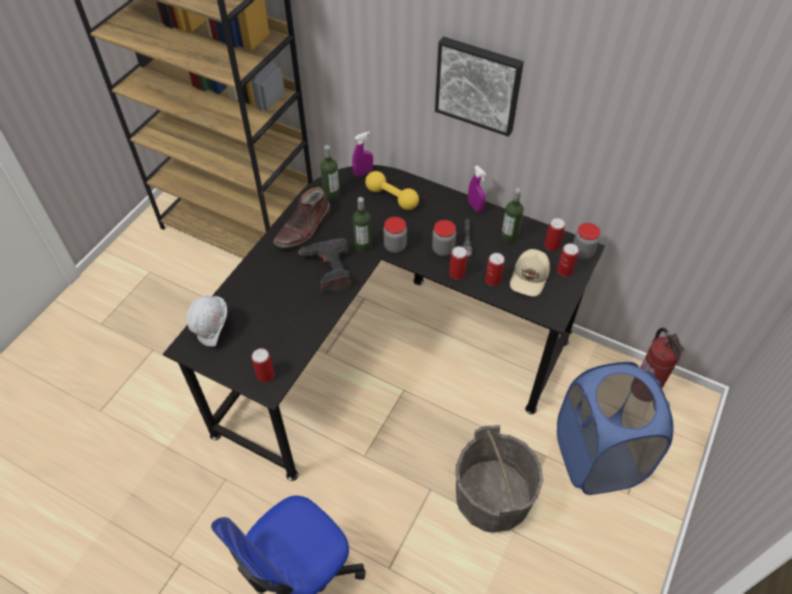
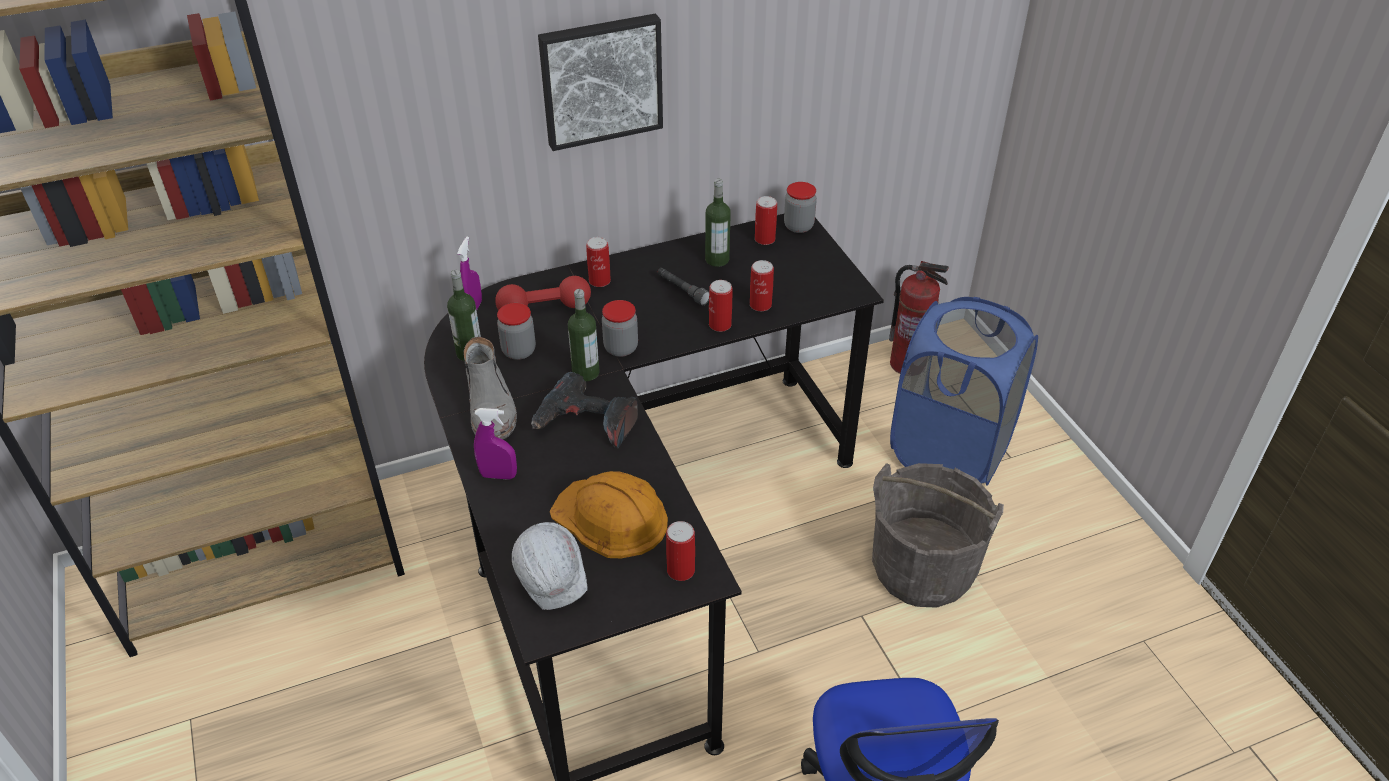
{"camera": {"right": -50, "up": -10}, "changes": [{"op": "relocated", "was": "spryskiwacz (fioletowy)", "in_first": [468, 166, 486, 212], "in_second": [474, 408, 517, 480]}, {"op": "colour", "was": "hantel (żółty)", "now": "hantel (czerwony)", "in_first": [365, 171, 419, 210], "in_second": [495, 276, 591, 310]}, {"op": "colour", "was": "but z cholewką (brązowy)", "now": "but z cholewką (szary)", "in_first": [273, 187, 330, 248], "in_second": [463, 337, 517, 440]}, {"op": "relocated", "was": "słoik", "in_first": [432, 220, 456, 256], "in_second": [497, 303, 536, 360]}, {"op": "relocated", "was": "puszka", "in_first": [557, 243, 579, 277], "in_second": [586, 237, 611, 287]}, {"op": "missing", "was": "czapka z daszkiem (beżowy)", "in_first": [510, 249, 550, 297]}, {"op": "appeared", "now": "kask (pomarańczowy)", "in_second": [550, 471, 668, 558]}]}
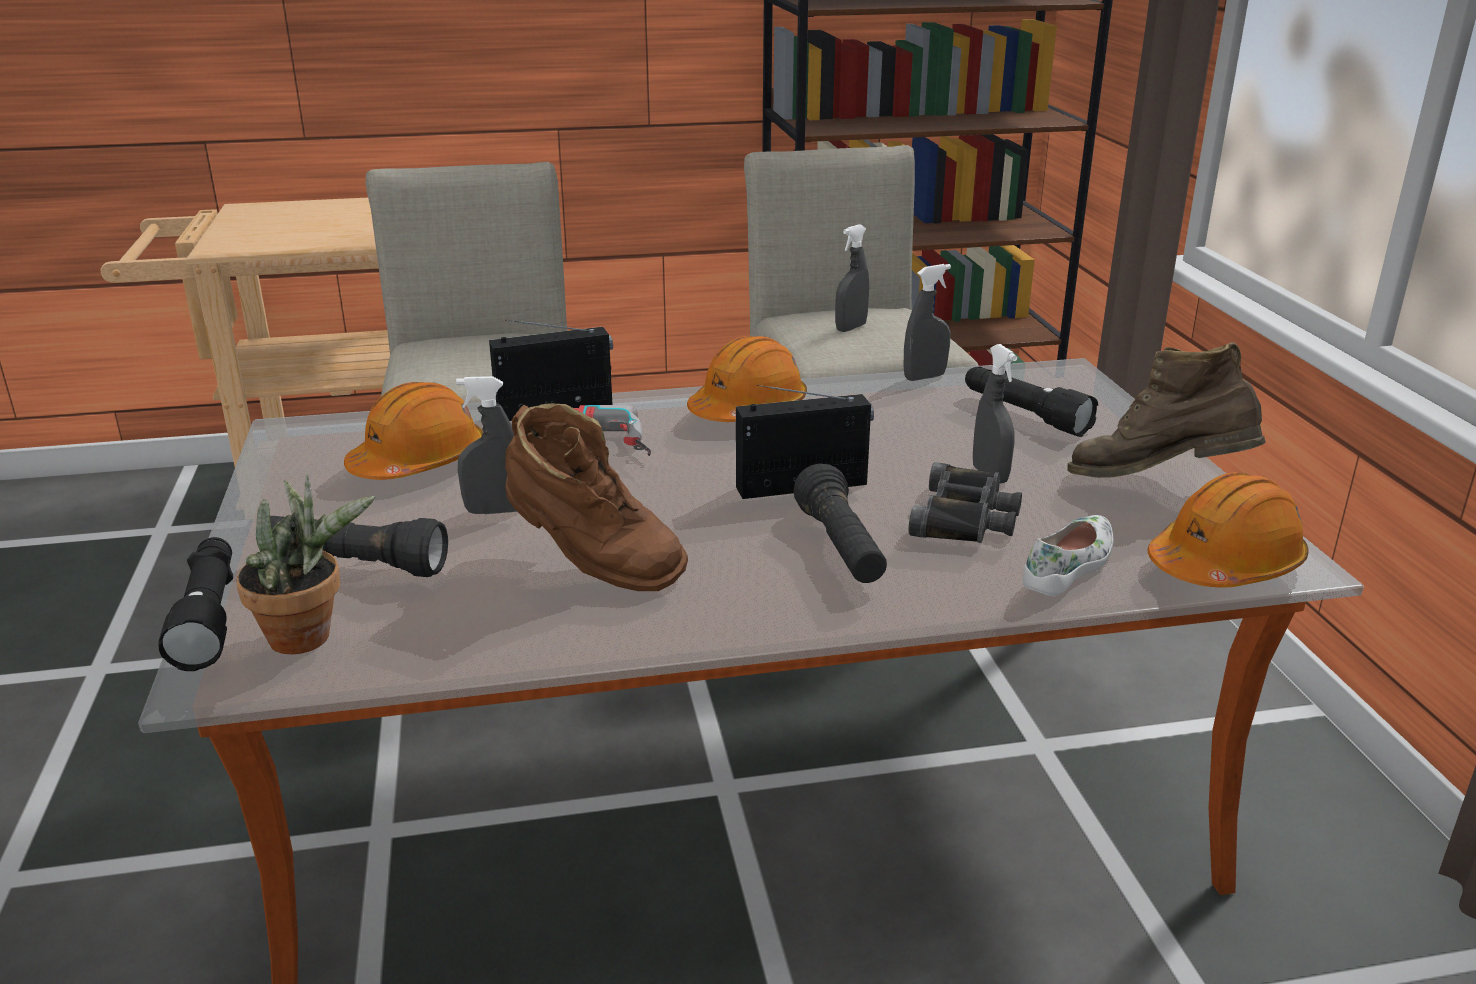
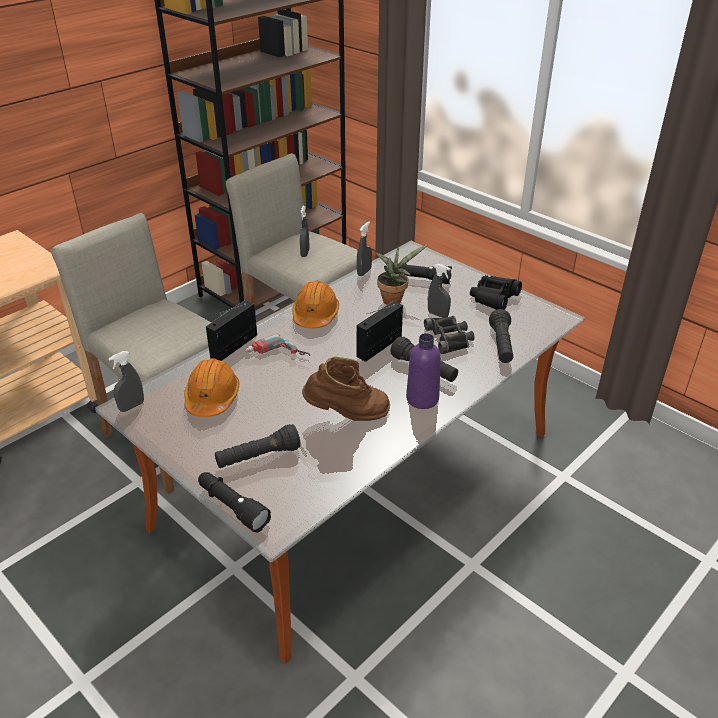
{"camera": {"right": -35, "up": 10}, "changes": [{"op": "exchanged", "was": "but z cholewką (brązowy)", "now": "lornetka (czarny)", "in_first": [1067, 342, 1266, 478], "in_second": [470, 275, 522, 310]}, {"op": "relocated", "was": "spryskiwacz (szary)", "in_first": [456, 376, 517, 514], "in_second": [108, 351, 144, 412]}, {"op": "missing", "was": "kask (pomarańczowy)", "in_first": [1148, 472, 1309, 587]}, {"op": "relocated", "was": "roślina doniczkowa", "in_first": [236, 474, 375, 654], "in_second": [375, 245, 427, 305]}, {"op": "exchanged", "was": "but (biały)", "now": "latarka (czarny)", "in_first": [1023, 515, 1113, 596], "in_second": [489, 309, 513, 363]}, {"op": "appeared", "now": "butelka (fioletowy)", "in_second": [406, 333, 441, 409]}]}
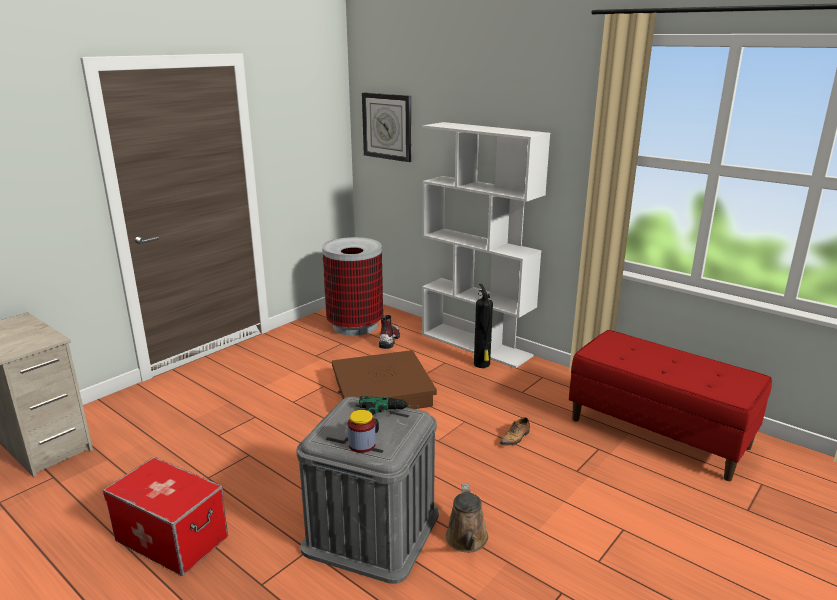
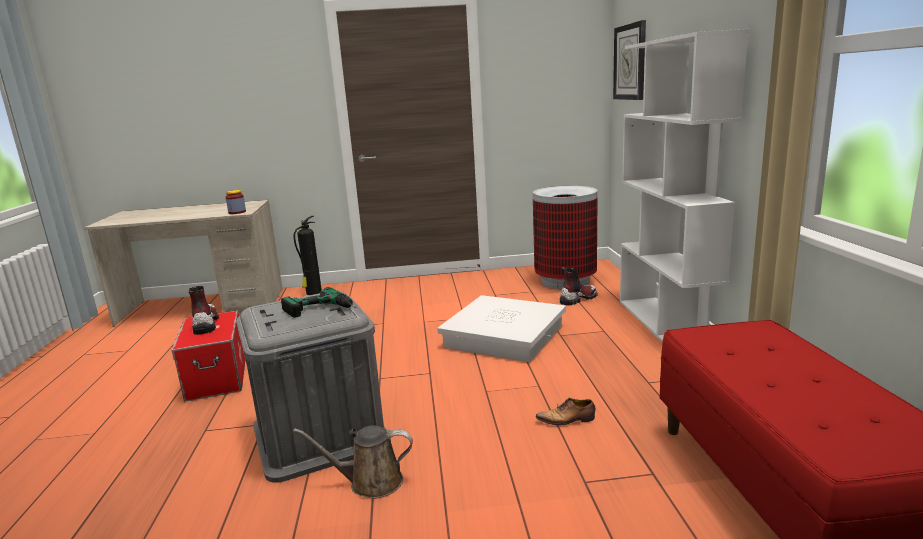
{"camera": {"right": 45, "up": -5}, "changes": [{"op": "relocated", "was": "gaśnica", "in_first": [474, 284, 493, 368], "in_second": [293, 216, 322, 295]}, {"op": "colour", "was": "pojemnik do przechowywania (brązowy)", "now": "pojemnik do przechowywania (biały)", "in_first": [332, 350, 437, 409], "in_second": [438, 295, 566, 363]}, {"op": "relocated", "was": "słoik", "in_first": [348, 410, 376, 453], "in_second": [226, 190, 246, 214]}, {"op": "spun", "was": "konewka (brązowy)", "in_first": [446, 484, 488, 552], "in_second": [293, 425, 413, 499], "clockwise": 45}, {"op": "appeared", "now": "but z cholewką", "in_second": [189, 286, 219, 335]}]}
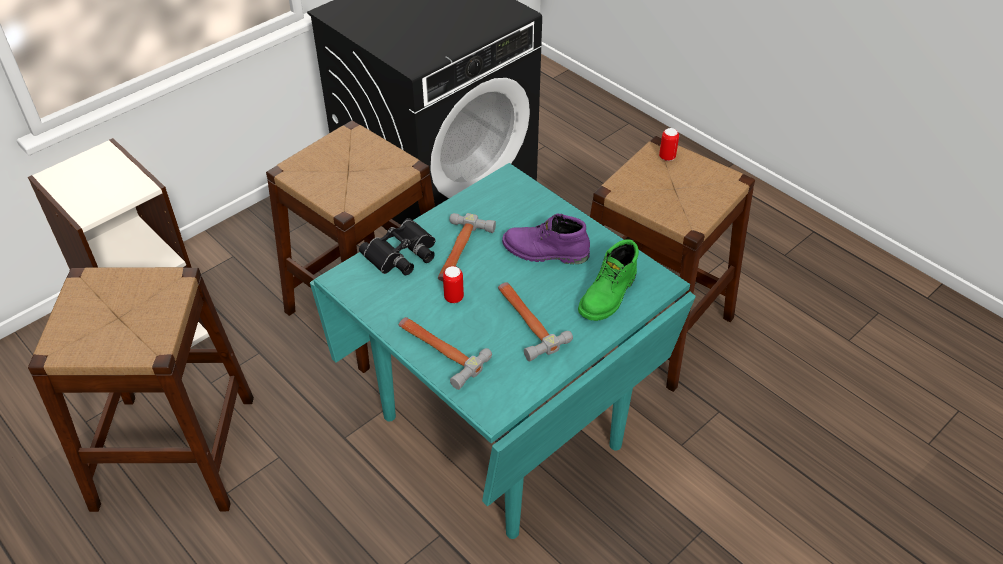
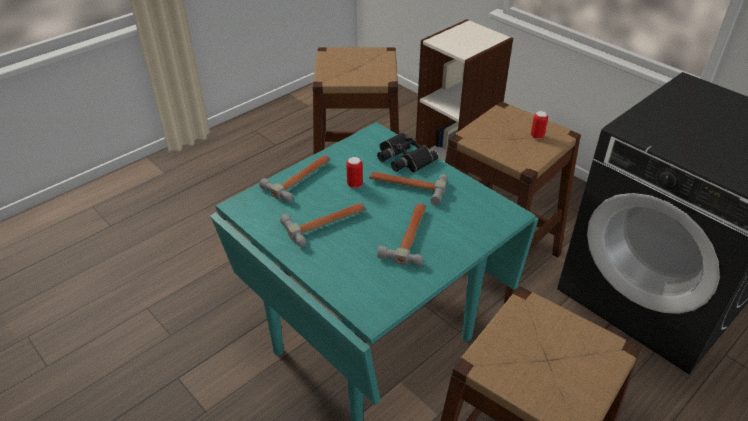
{"camera": {"right": 90, "up": -5}, "changes": [{"op": "relocated", "was": "puszka", "in_first": [659, 128, 679, 161], "in_second": [531, 111, 548, 139]}, {"op": "exchanged", "was": "but z cholewką (fioletowy)", "now": "młotek", "in_first": [502, 214, 590, 264], "in_second": [377, 203, 426, 265]}, {"op": "missing", "was": "but z cholewką (zielony)", "in_first": [578, 239, 639, 321]}]}
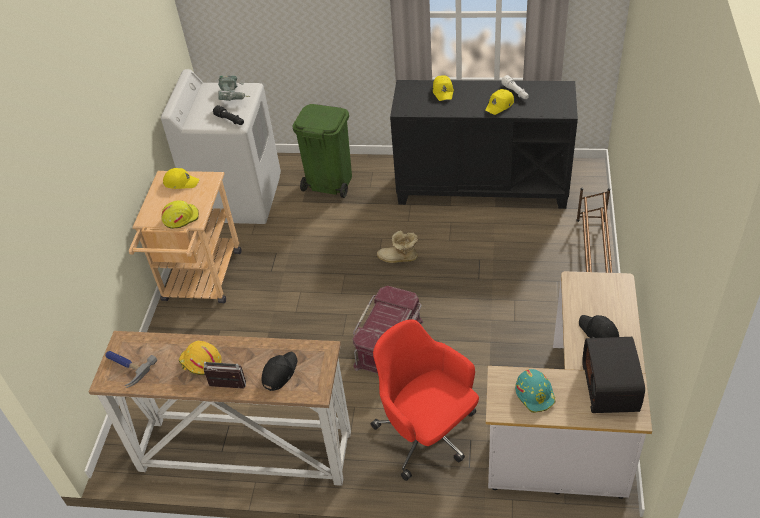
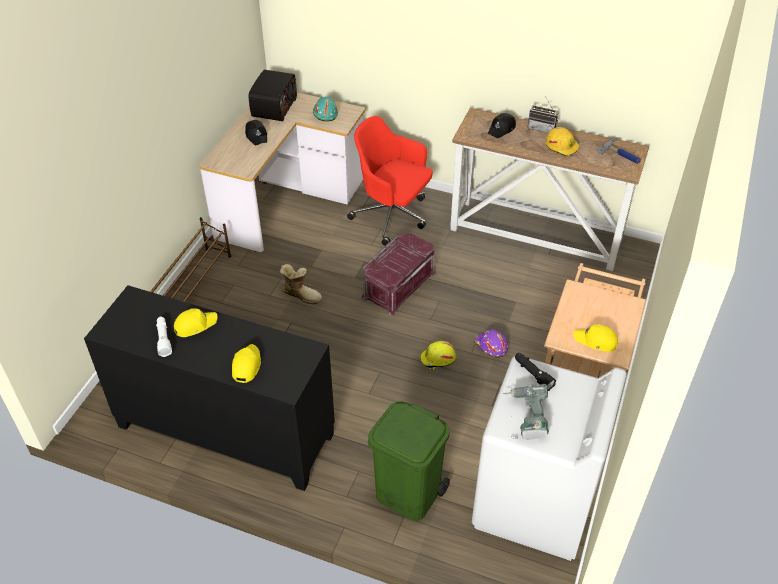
{"camera": {"right": -170, "up": 0}, "changes": [{"op": "relocated", "was": "kask (żółty)", "in_first": [161, 201, 199, 229], "in_second": [420, 341, 456, 370]}, {"op": "relocated", "was": "but z cholewką", "in_first": [377, 231, 418, 263], "in_second": [280, 264, 322, 304]}, {"op": "spun", "was": "krzesło biurowe (czerwony)", "in_first": [370, 319, 479, 481], "in_second": [347, 116, 433, 246], "clockwise": 150}, {"op": "appeared", "now": "kask (fioletowy)", "in_second": [474, 329, 508, 358]}]}
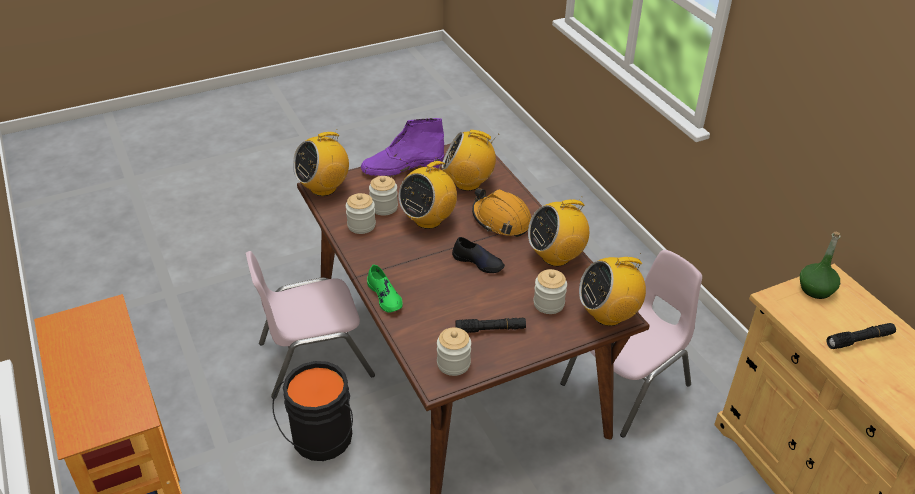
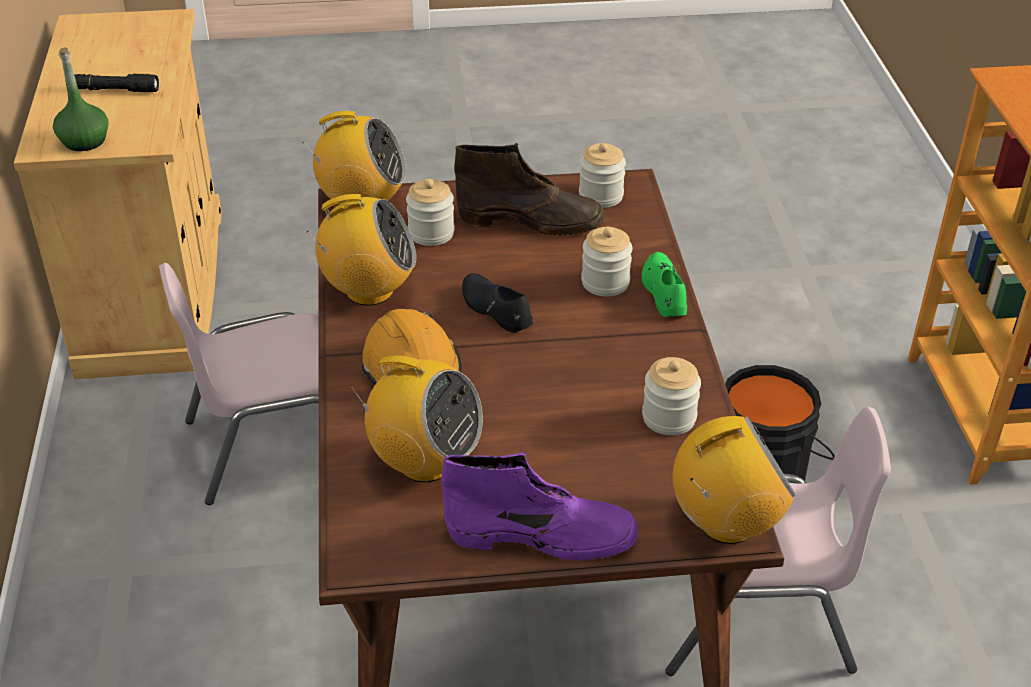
{"camera": {"right": -160, "up": 0}, "changes": [{"op": "missing", "was": "radio", "in_first": [399, 157, 457, 229]}, {"op": "relocated", "was": "słoik", "in_first": [369, 176, 398, 216], "in_second": [581, 227, 632, 297]}, {"op": "exchanged", "was": "latarka (czarny)", "now": "but z cholewką (brązowy)", "in_first": [455, 318, 526, 333], "in_second": [454, 143, 604, 236]}]}
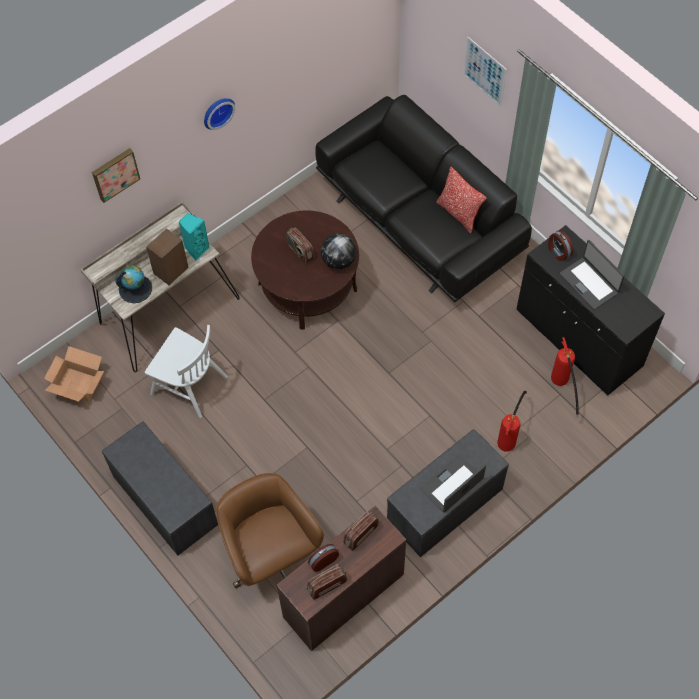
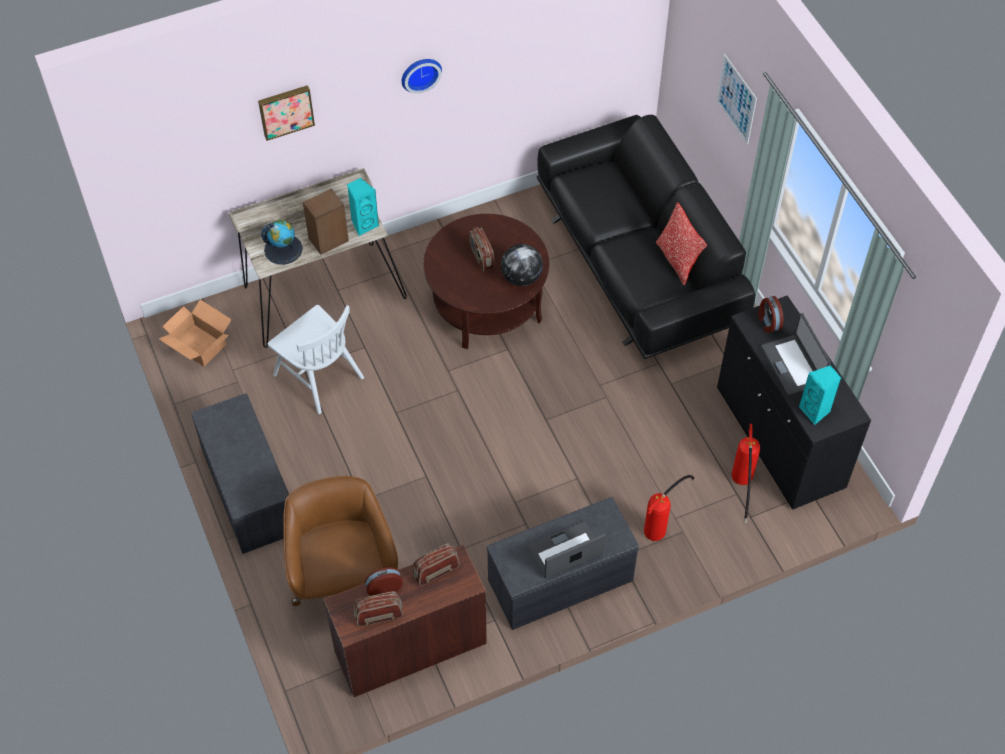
{"camera": {"right": 15, "up": -5}, "changes": [{"op": "appeared", "now": "głośnik (turkusowy)", "in_second": [799, 365, 841, 425]}]}
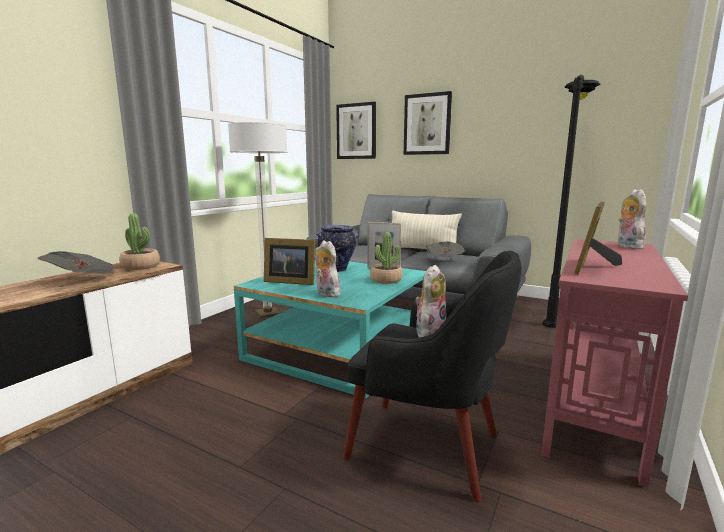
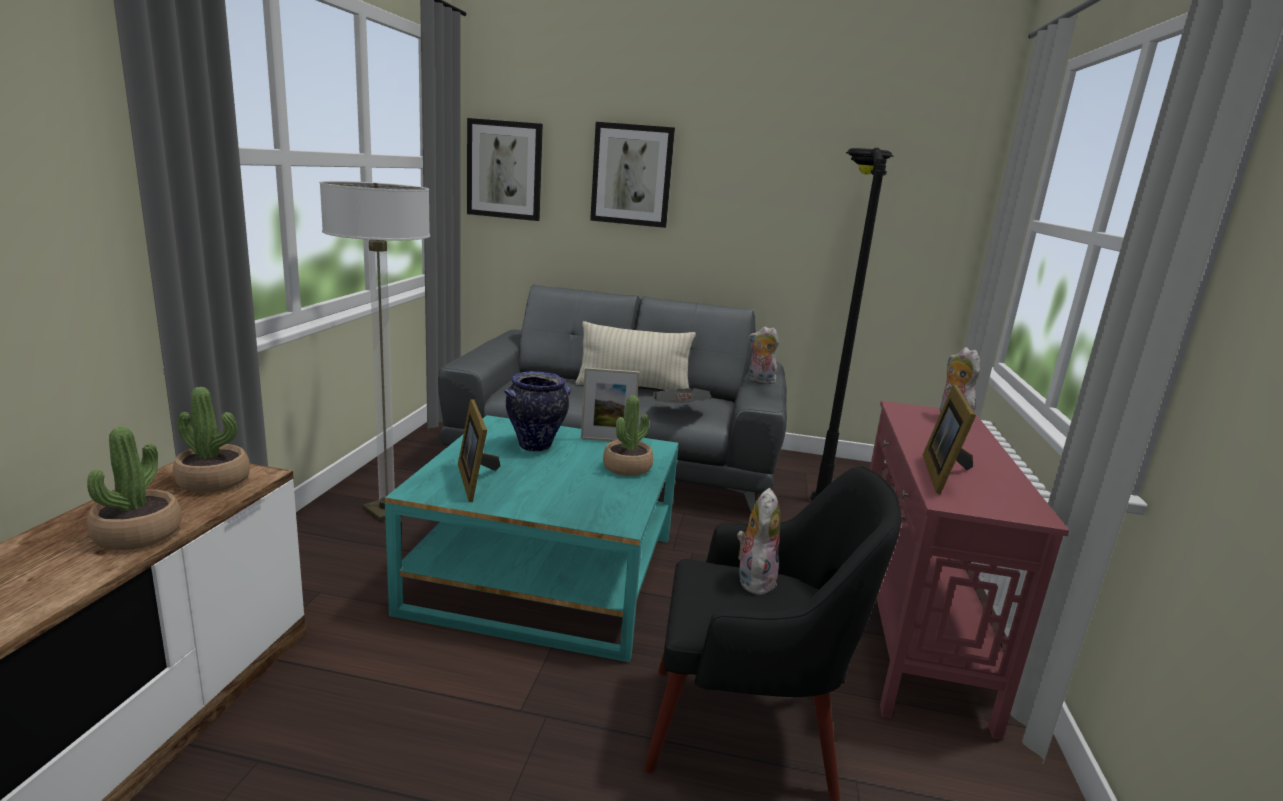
{"camera": {"right": -20, "up": 5}, "changes": [{"op": "spun", "was": "ramka na zdjęcie", "in_first": [264, 238, 315, 285], "in_second": [458, 399, 500, 502], "clockwise": 75}, {"op": "relocated", "was": "pluszak", "in_first": [315, 240, 340, 297], "in_second": [748, 326, 779, 384]}, {"op": "exchanged", "was": "gazeta", "now": "roślina doniczkowa", "in_first": [38, 251, 116, 274], "in_second": [87, 426, 182, 550]}]}
